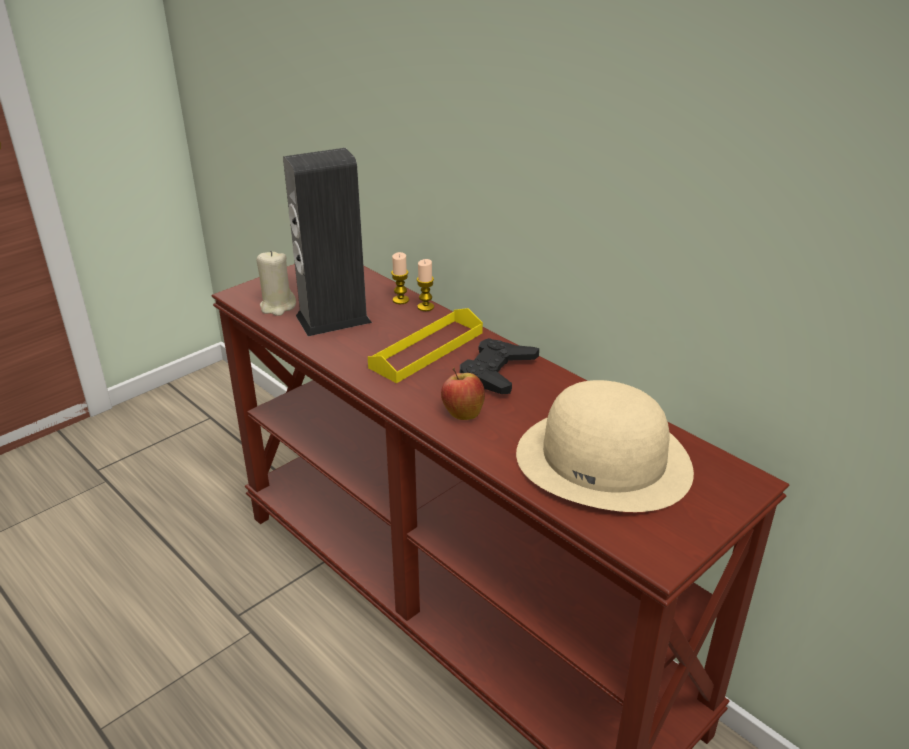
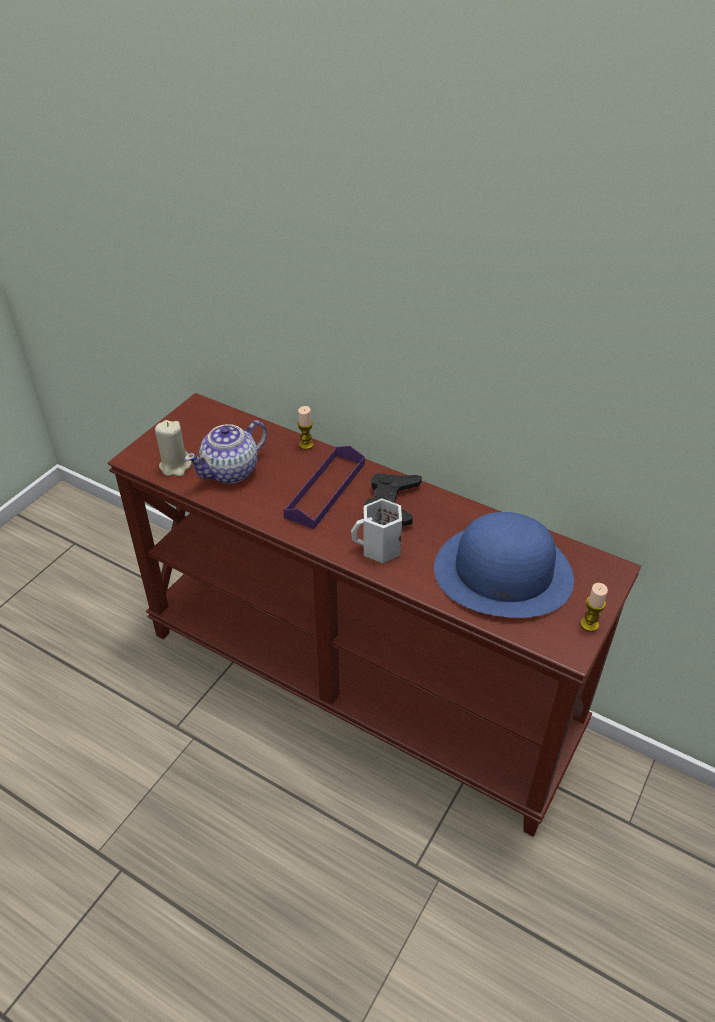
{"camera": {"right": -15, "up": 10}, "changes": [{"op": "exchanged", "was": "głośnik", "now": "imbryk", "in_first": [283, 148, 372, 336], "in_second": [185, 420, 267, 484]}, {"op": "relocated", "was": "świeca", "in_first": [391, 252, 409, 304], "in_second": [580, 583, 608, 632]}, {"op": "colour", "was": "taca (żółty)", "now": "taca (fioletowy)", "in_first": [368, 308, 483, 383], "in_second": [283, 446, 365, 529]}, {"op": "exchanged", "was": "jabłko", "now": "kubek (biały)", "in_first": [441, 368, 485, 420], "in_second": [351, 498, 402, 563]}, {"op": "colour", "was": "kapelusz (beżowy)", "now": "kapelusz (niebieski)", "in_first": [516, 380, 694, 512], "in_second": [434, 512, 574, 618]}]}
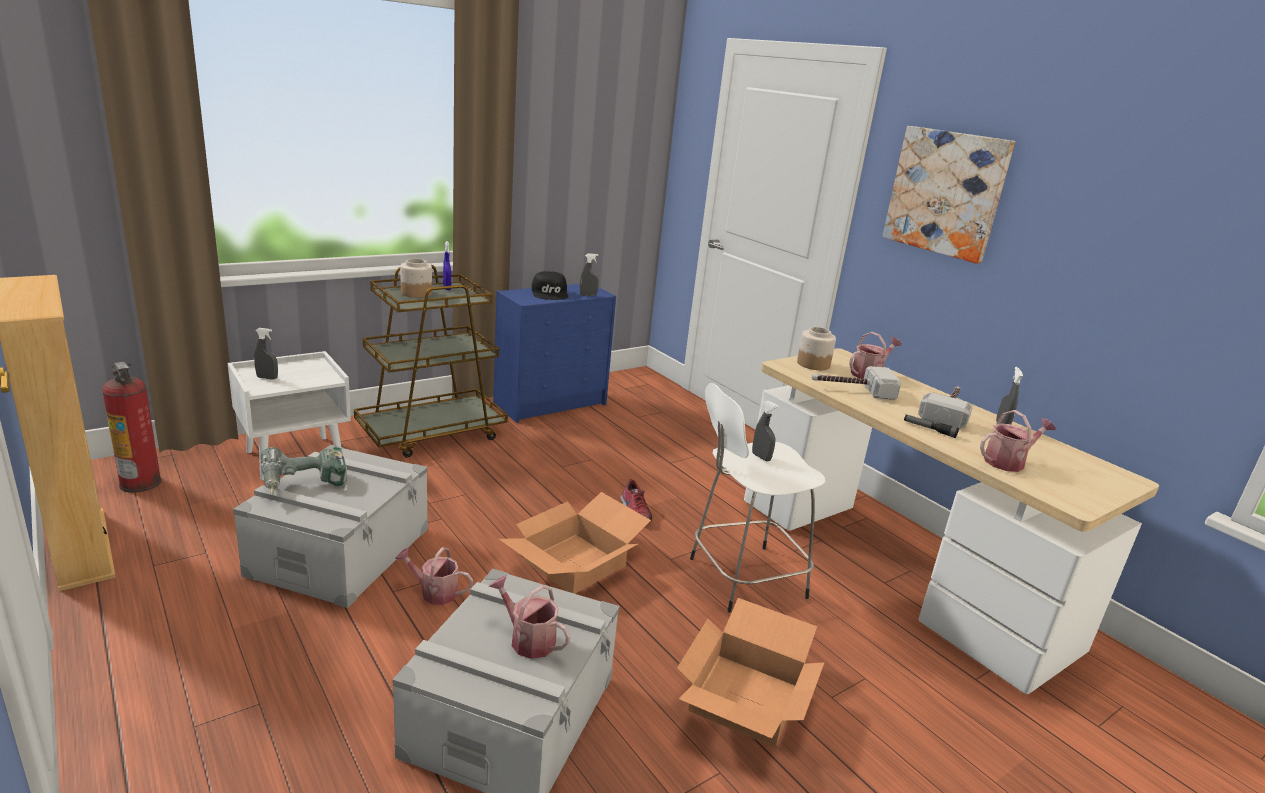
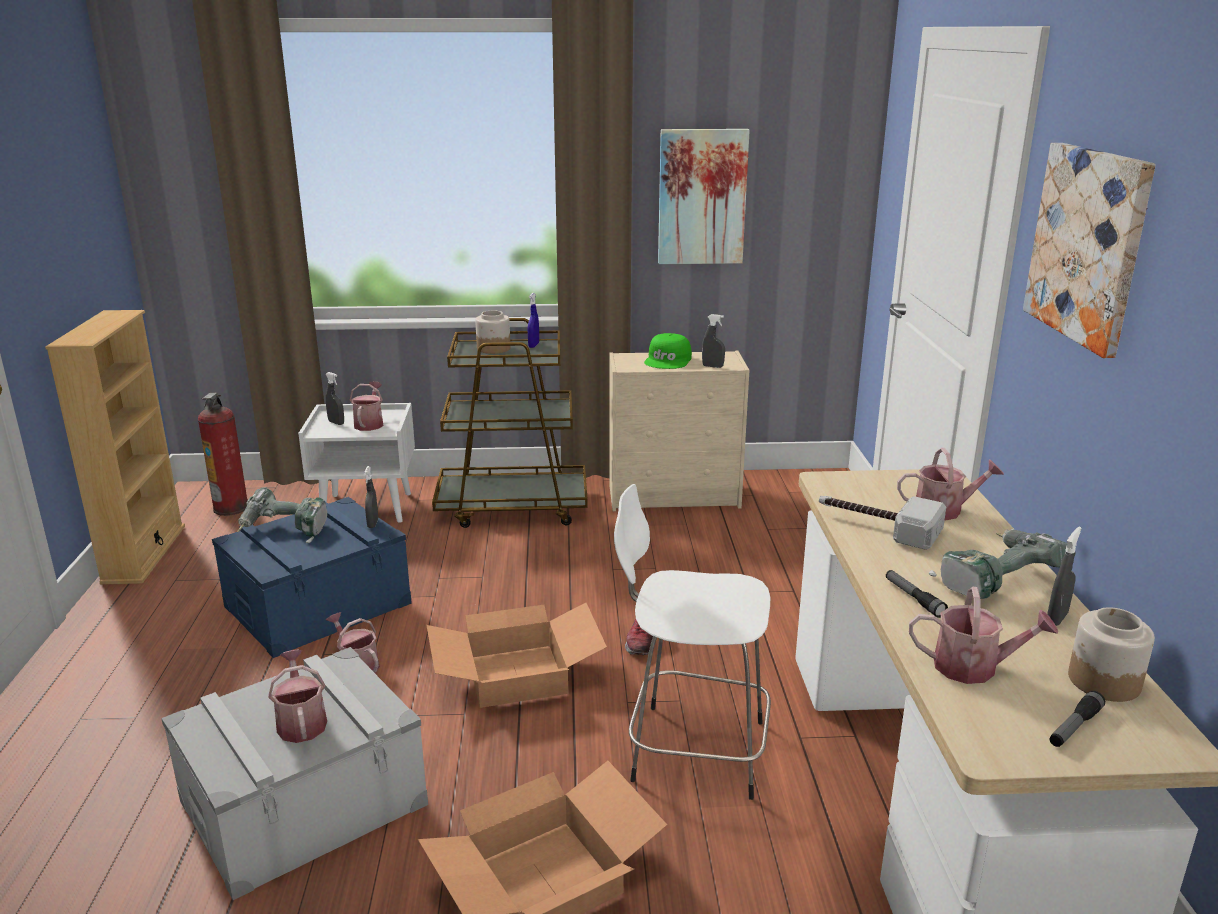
{"camera": {"right": 35, "up": 0}, "changes": [{"op": "colour", "was": "czapka z daszkiem (czarny)", "now": "czapka z daszkiem (zielony)", "in_first": [532, 271, 569, 300], "in_second": [644, 333, 692, 369]}, {"op": "colour", "was": "komoda (niebieski)", "now": "komoda (beżowy)", "in_first": [493, 284, 616, 423], "in_second": [609, 351, 749, 511]}, {"op": "relocated", "was": "słoik", "in_first": [797, 327, 836, 370], "in_second": [1068, 607, 1155, 702]}, {"op": "exchanged", "was": "młotek", "now": "wiertarka", "in_first": [918, 386, 973, 429], "in_second": [928, 529, 1067, 599]}, {"op": "relocated", "was": "spryskiwacz (szary)", "in_first": [752, 401, 779, 461], "in_second": [364, 466, 378, 528]}, {"op": "colour", "was": "pojemnik do przechowywania (szary)", "now": "pojemnik do przechowywania (niebieski)", "in_first": [233, 445, 428, 608], "in_second": [212, 497, 412, 658]}, {"op": "appeared", "now": "obraz", "in_second": [658, 129, 750, 264]}, {"op": "appeared", "now": "konewka", "in_second": [350, 381, 383, 431]}, {"op": "appeared", "now": "latarka", "in_second": [1050, 691, 1105, 747]}]}
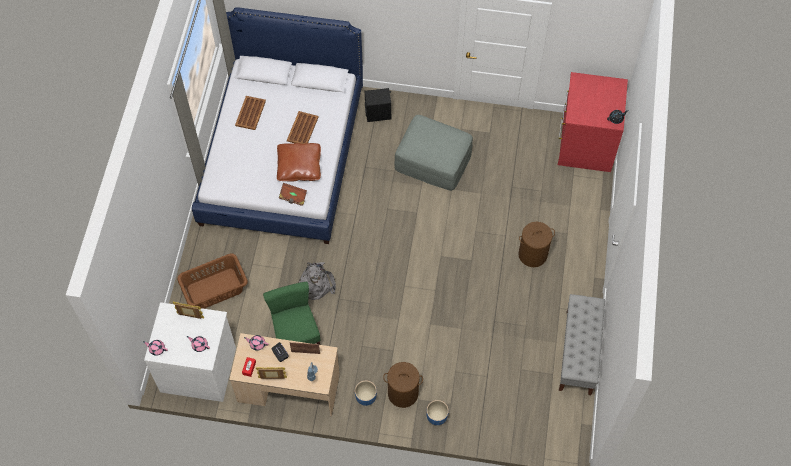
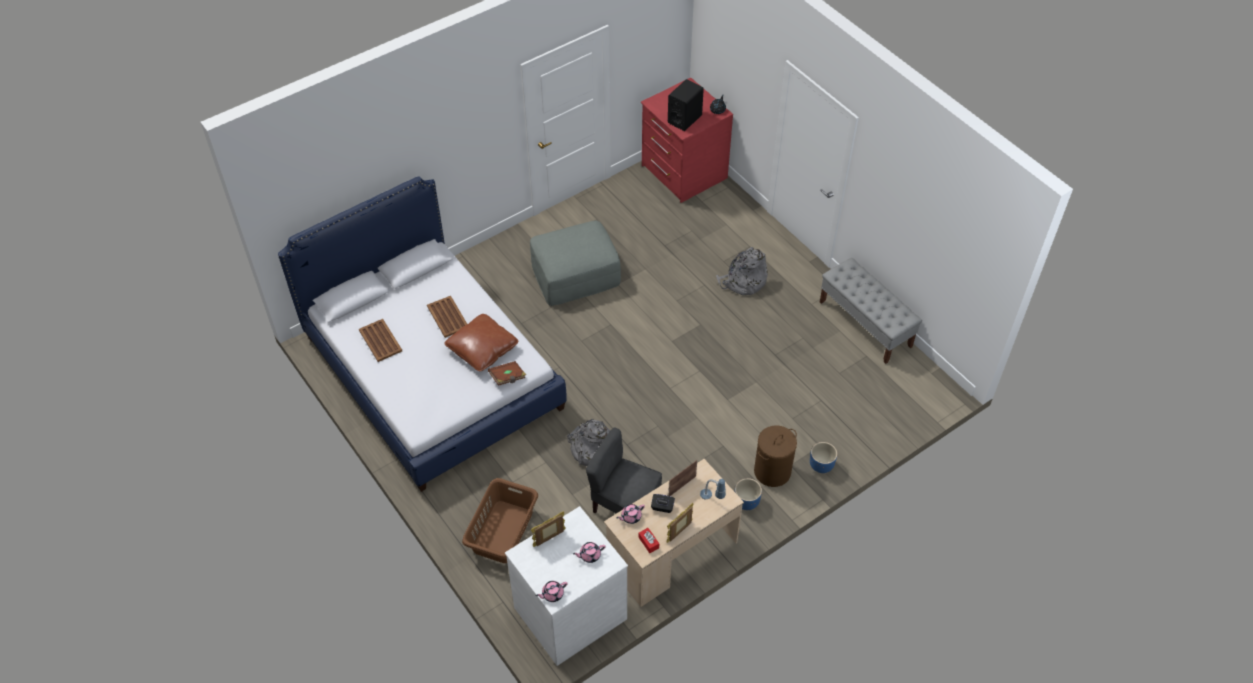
{"camera": {"right": -45, "up": -10}, "changes": [{"op": "relocated", "was": "głośnik (czarny)", "in_first": [365, 88, 391, 122], "in_second": [668, 79, 704, 131]}, {"op": "exchanged", "was": "kosz na pranie (brązowy)", "now": "plecak (szary)", "in_first": [518, 222, 555, 267], "in_second": [716, 247, 768, 295]}, {"op": "colour", "was": "krzesło (zielony)", "now": "krzesło (szary)", "in_first": [263, 282, 320, 345], "in_second": [586, 427, 662, 514]}]}
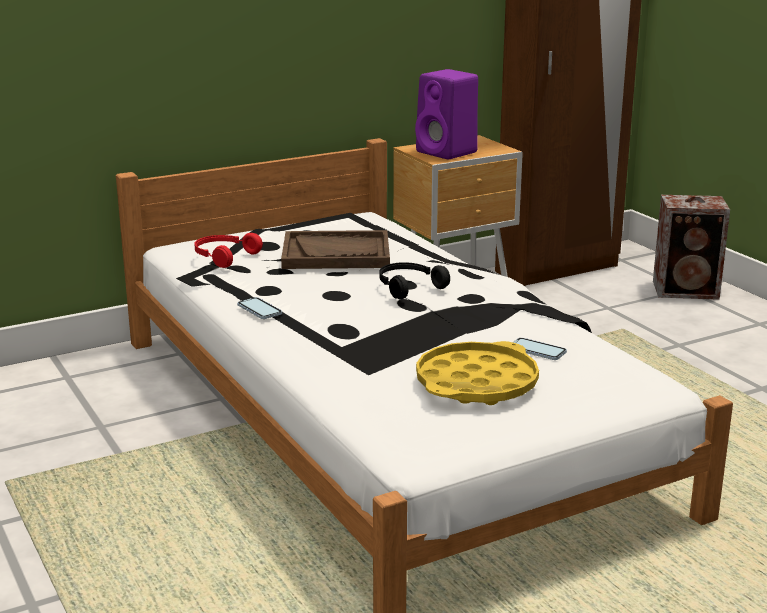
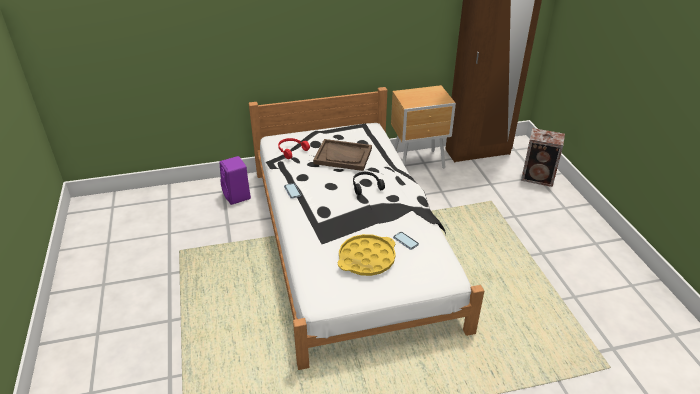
{"camera": {"right": 15, "up": 15}, "changes": [{"op": "relocated", "was": "głośnik (fioletowy)", "in_first": [415, 69, 478, 159], "in_second": [220, 156, 251, 205]}]}
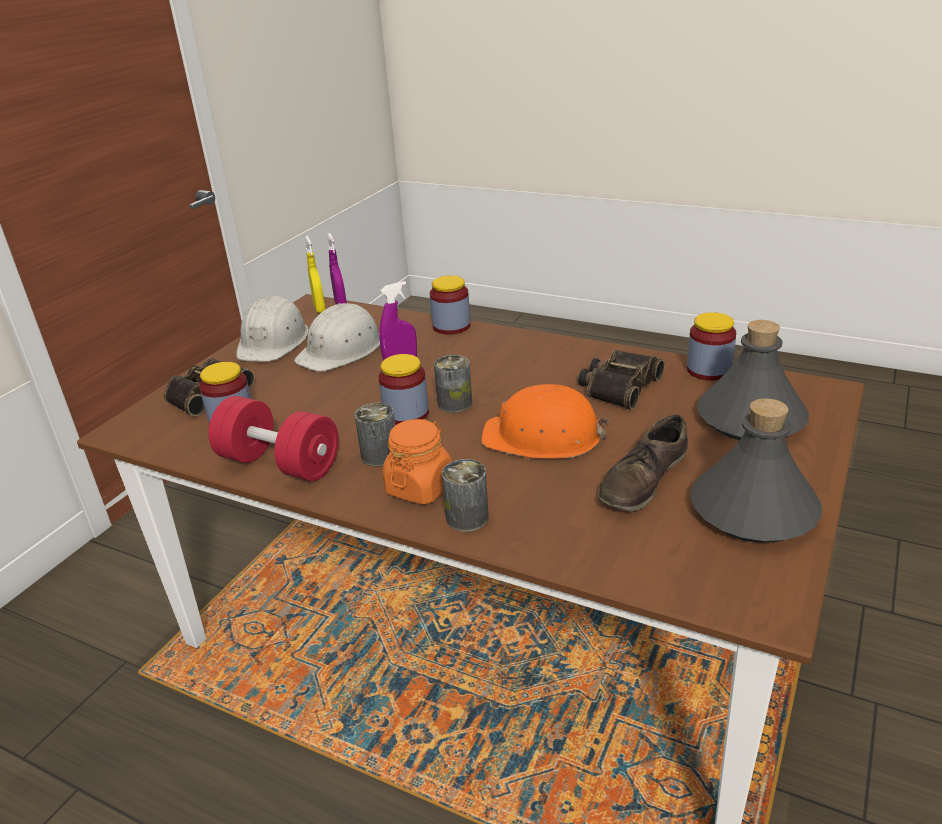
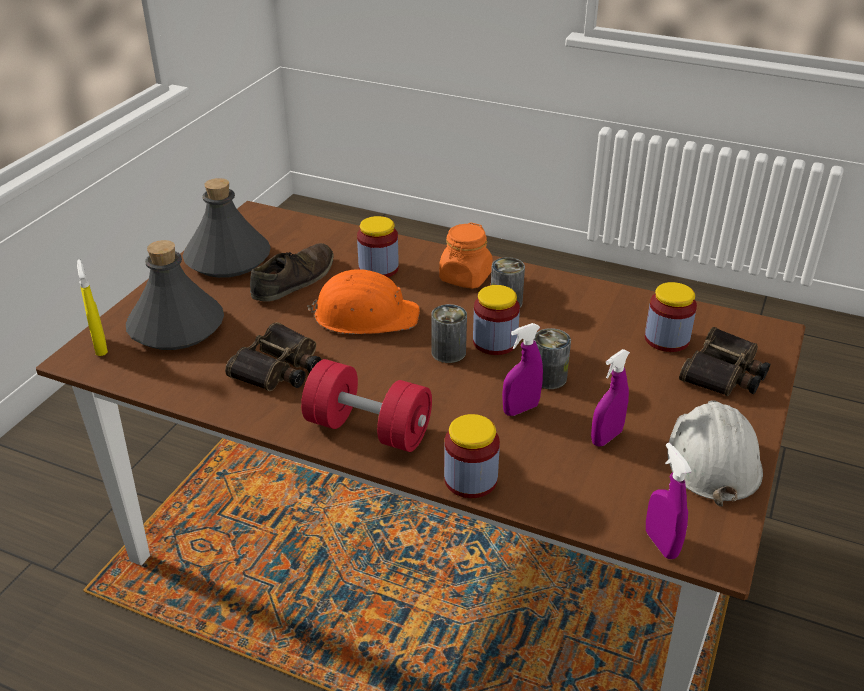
{"camera": {"right": 175, "up": 5}, "changes": [{"op": "relocated", "was": "spryskiwacz (żółty)", "in_first": [305, 236, 326, 313], "in_second": [77, 259, 108, 356]}, {"op": "exchanged", "was": "kask (biały)", "now": "spryskiwacz (fioletowy)", "in_first": [294, 303, 380, 372], "in_second": [591, 349, 630, 447]}, {"op": "relocated", "was": "słoik", "in_first": [687, 312, 736, 381], "in_second": [357, 216, 399, 277]}, {"op": "relocated", "was": "hantel (czerwony)", "in_first": [208, 396, 339, 481], "in_second": [301, 359, 432, 452]}, {"op": "relocated", "was": "puszka", "in_first": [442, 459, 489, 532], "in_second": [534, 328, 571, 389]}]}
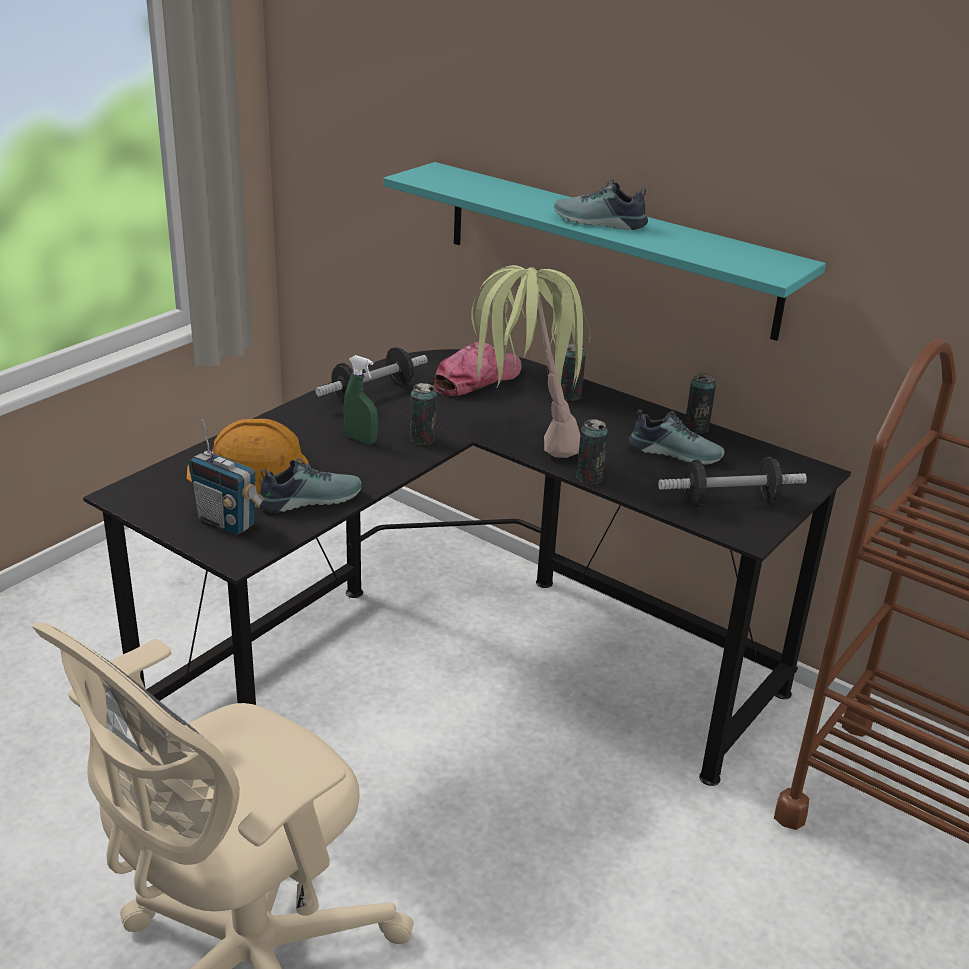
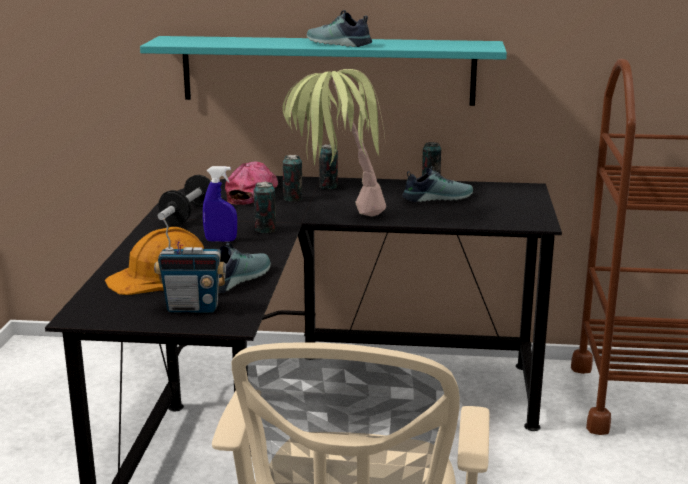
{"camera": {"right": -30, "up": -10}, "changes": [{"op": "spun", "was": "but", "in_first": [554, 179, 648, 230], "in_second": [307, 10, 372, 47], "clockwise": 45}, {"op": "colour", "was": "spryskiwacz (zielony)", "now": "spryskiwacz (niebieski)", "in_first": [344, 355, 378, 444], "in_second": [203, 166, 237, 242]}, {"op": "relocated", "was": "puszka", "in_first": [576, 419, 608, 484], "in_second": [283, 155, 303, 201]}, {"op": "missing", "was": "hantel", "in_first": [658, 457, 807, 506]}]}
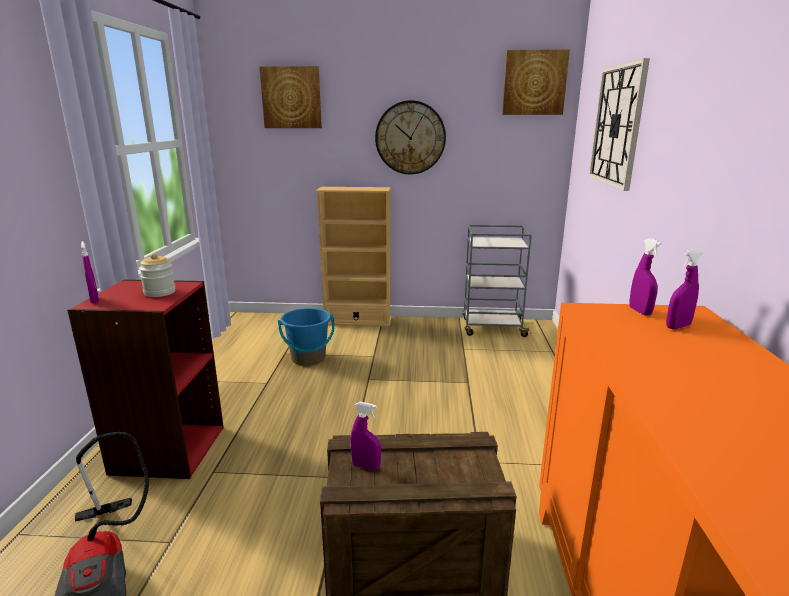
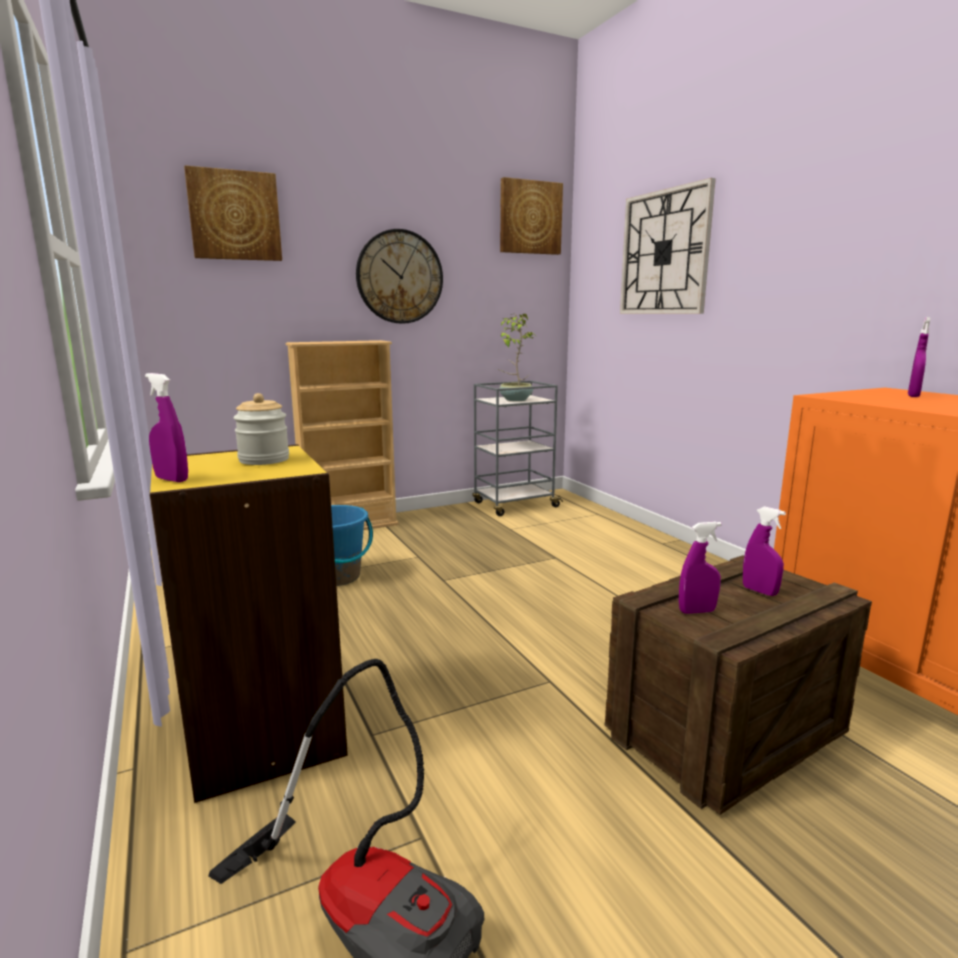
{"camera": {"right": -30, "up": -5}, "changes": [{"op": "relocated", "was": "spryskiwacz (fioletowy)", "in_first": [629, 238, 662, 316], "in_second": [743, 506, 786, 596]}, {"op": "colour", "was": "regał (czerwony)", "now": "regał (żółty)", "in_first": [67, 279, 224, 479], "in_second": [150, 444, 348, 803]}, {"op": "appeared", "now": "roślina doniczkowa", "in_second": [498, 314, 536, 401]}]}
